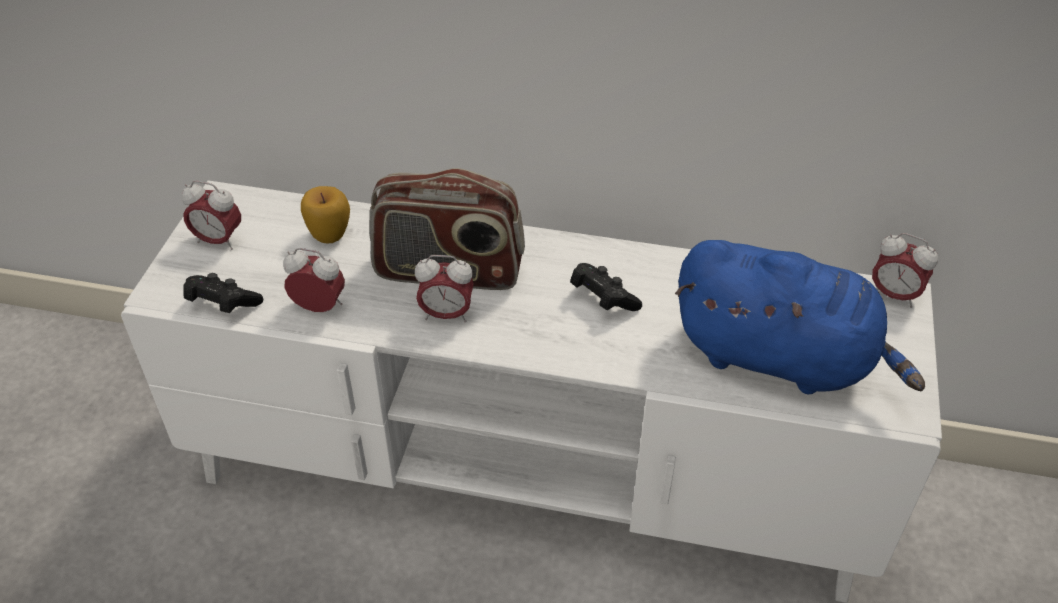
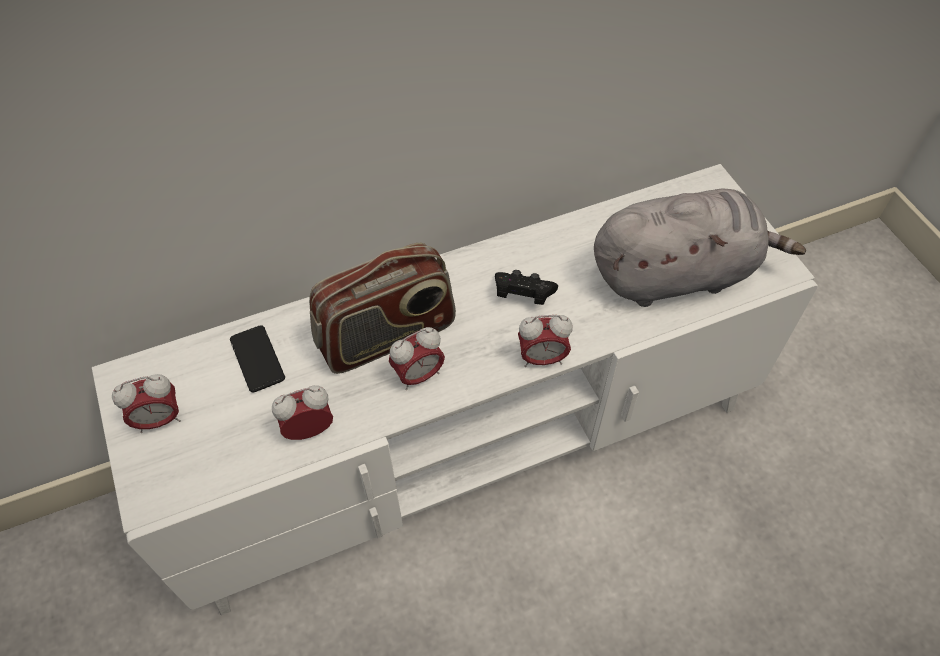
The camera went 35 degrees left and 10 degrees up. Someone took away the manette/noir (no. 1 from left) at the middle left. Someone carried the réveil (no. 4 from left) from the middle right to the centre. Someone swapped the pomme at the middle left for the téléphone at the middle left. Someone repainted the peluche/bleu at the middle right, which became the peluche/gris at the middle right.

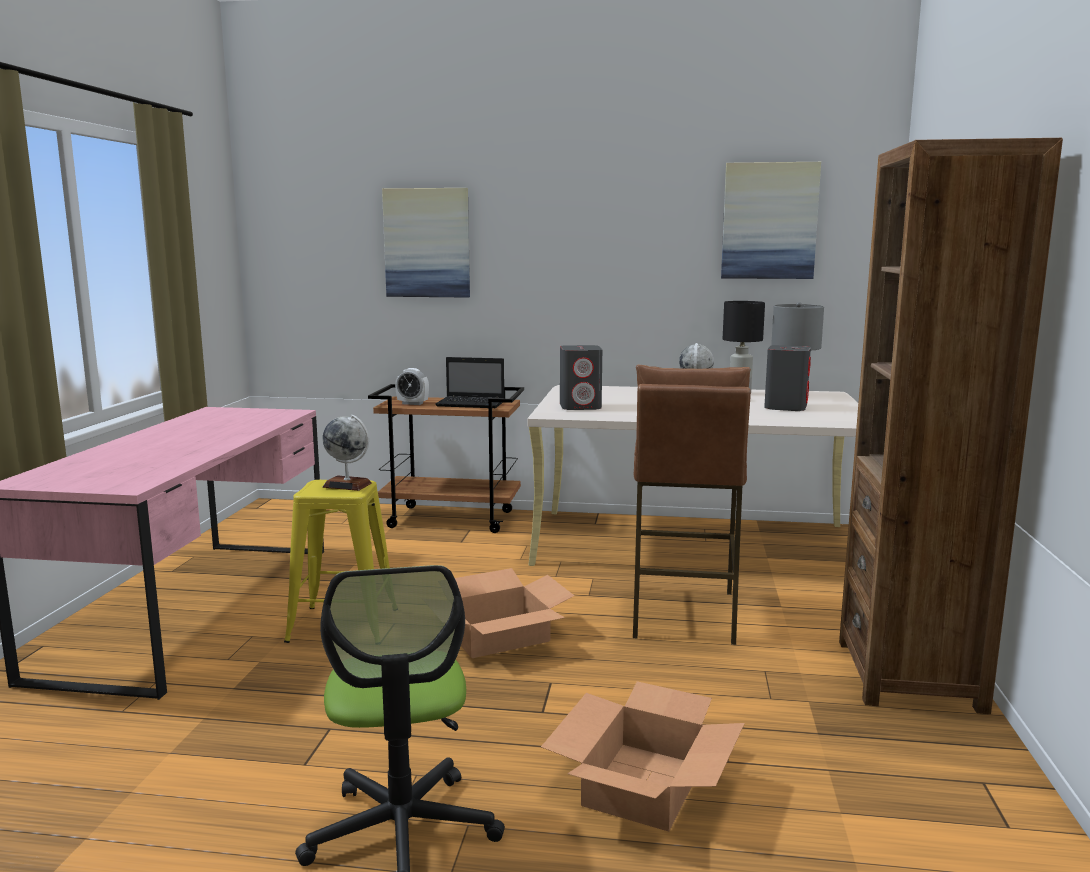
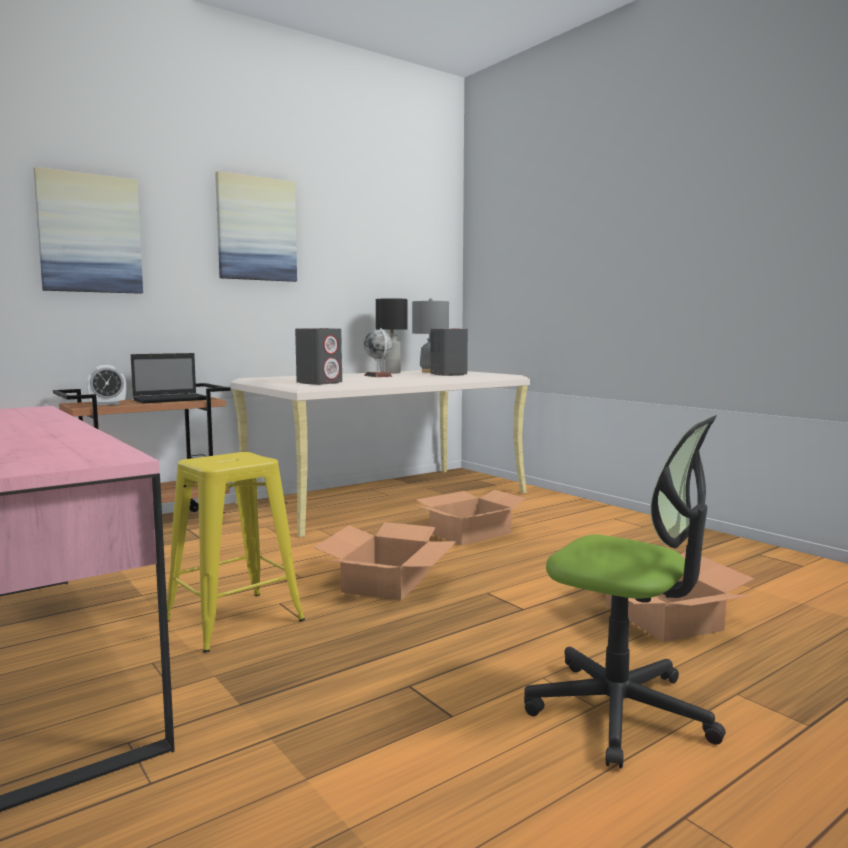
The camera went 45 degrees left and 5 degrees down. Someone took away the globe (no. 1 from left) at the middle left. Someone took away the bibliothèque/marron at the middle right. Someone carried the tableau (no. 2 from left) from the top right to the top left. Someone swapped the tabouret/marron at the centre for the carton (no. 2 from left) at the centre.

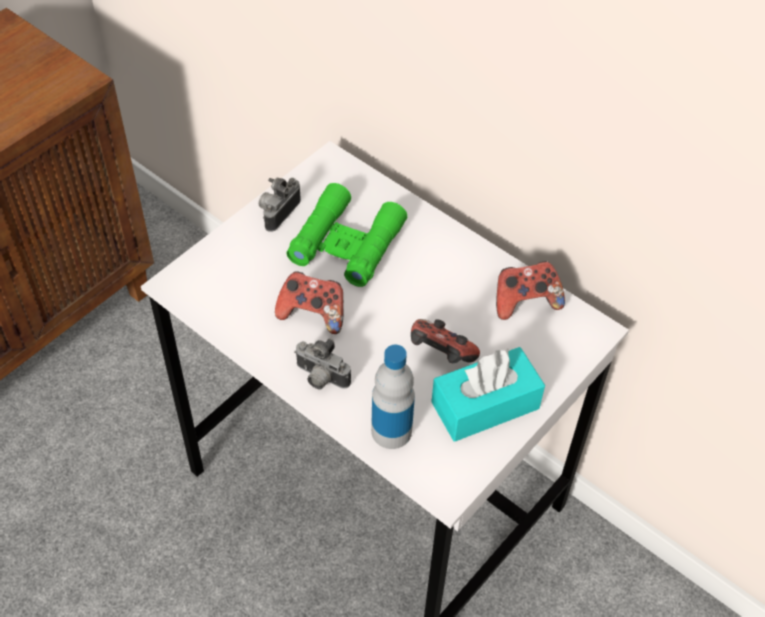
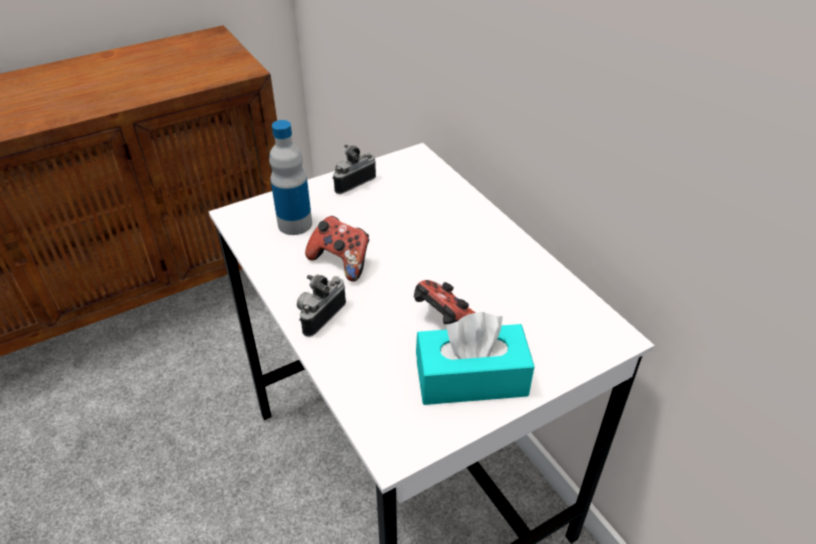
The camera went 20 degrees right and 10 degrees down. Someone took away the jumelles/vert at the centre. Someone took away the manette (no. 3 from left) at the middle right. Someone carried the bouteille from the centre to the top centre. Someone rotated the appareil photo (no. 2 from left in the first image) at the centre by 75 degrees clockwise.

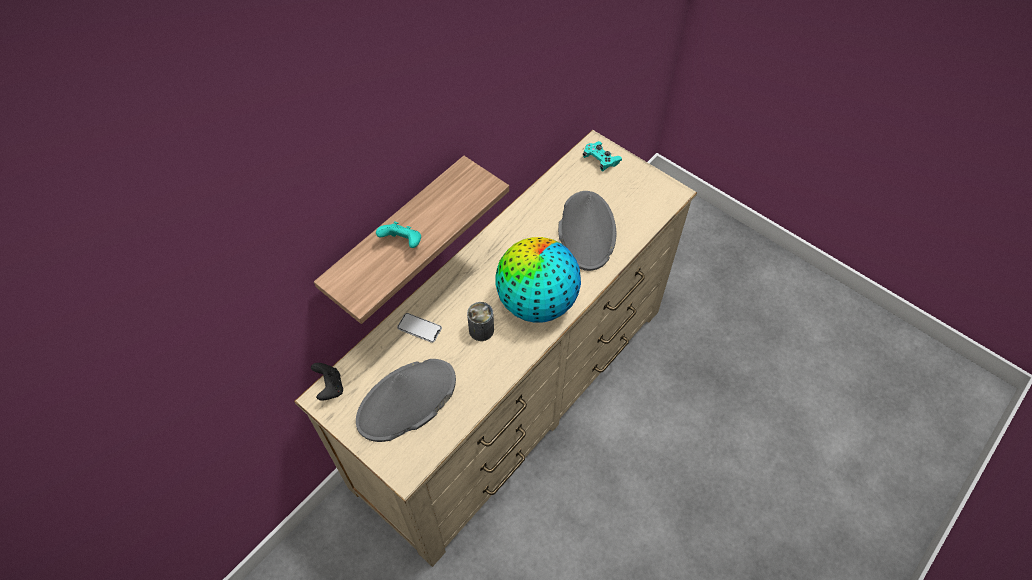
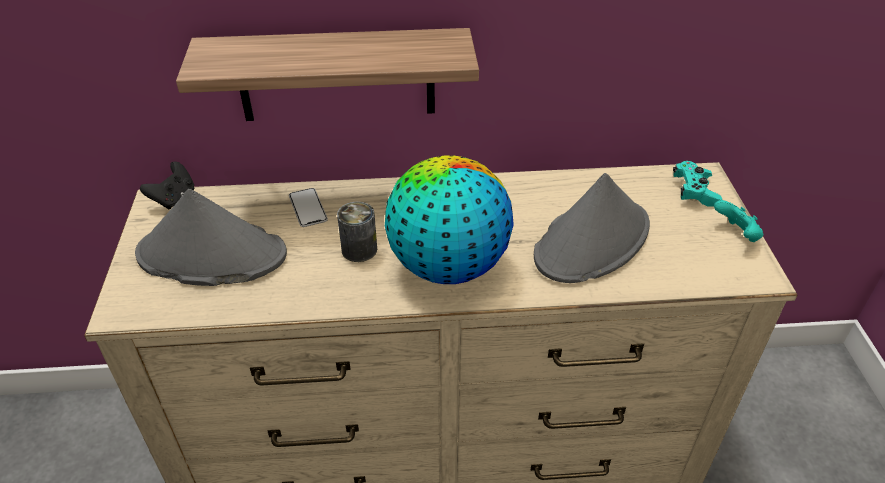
The camera went 45 degrees right and 15 degrees down. Someone carried the manette/turquoise (no. 1 from left in the first image) from the centre to the middle right.

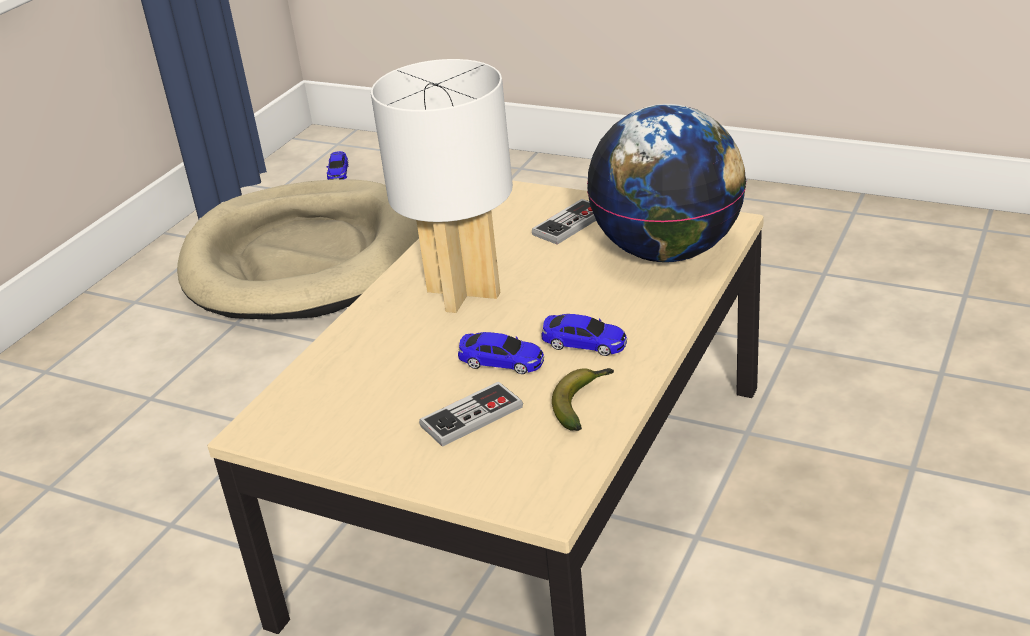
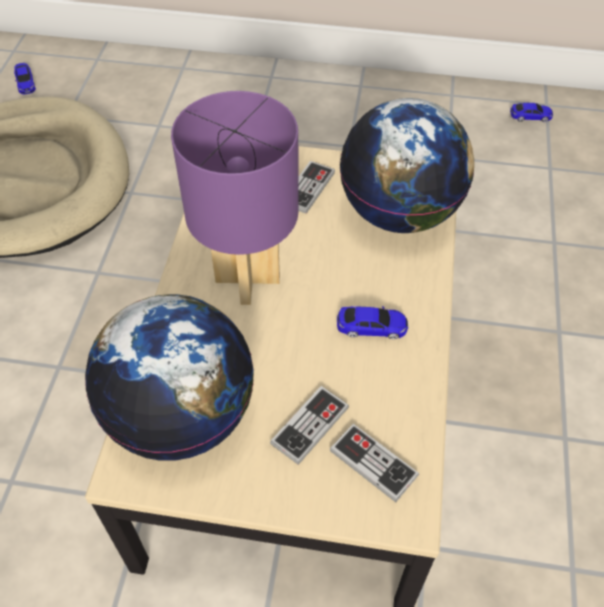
The camera went 20 degrees left and 20 degrees up. Someone took away the banane at the centre. Someone put down the globe (no. 1 from left) at the middle left. Someone put down the manette (no. 3 from left) at the bottom centre. Someone carried the petite voiture (no. 2 from left in the first image) from the centre to the top right. Someone repainted the lampe de table/blanc at the top centre, which became the lampe de table/violet at the top centre.

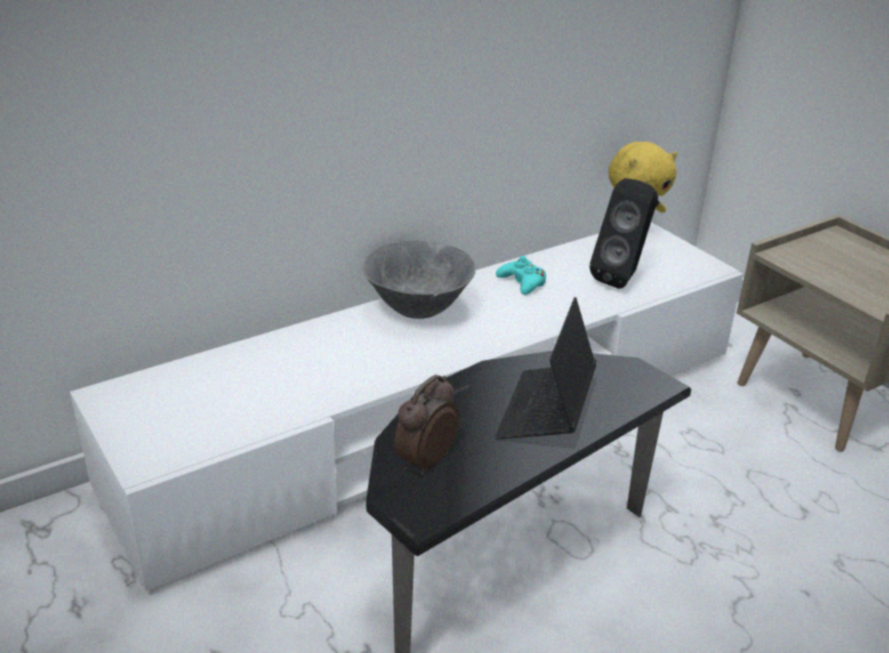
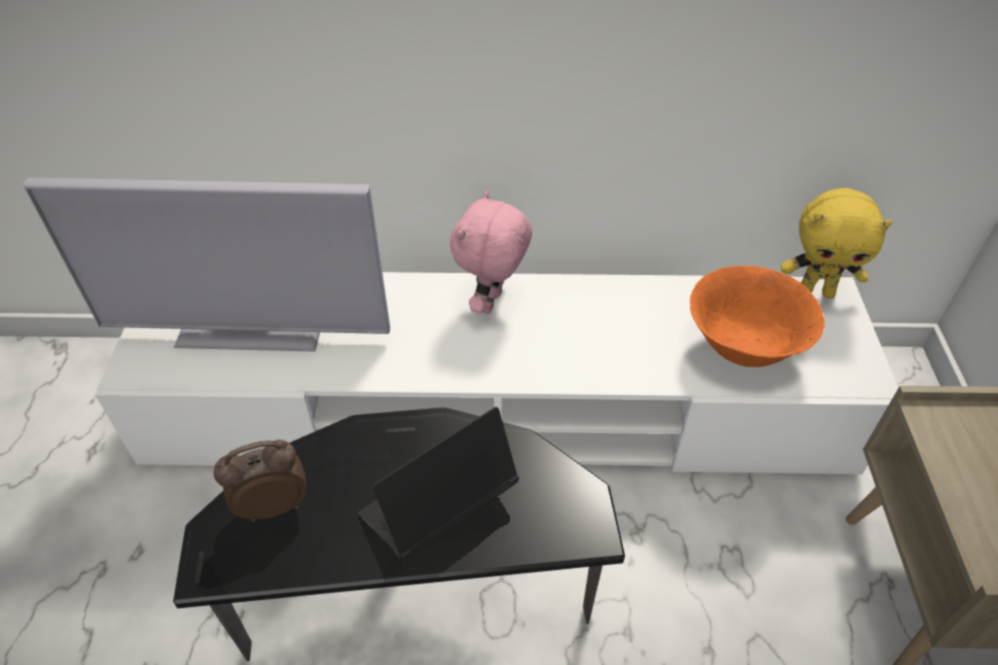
The camera went 35 degrees right and 15 degrees up. Someone took away the manette/turquoise at the centre. Someone put down the téléviseur at the middle left. Someone swapped the bol/gris at the centre for the peluche/rose at the centre. Someone swapped the enceinte/noir at the middle right for the bol/orange at the middle right.

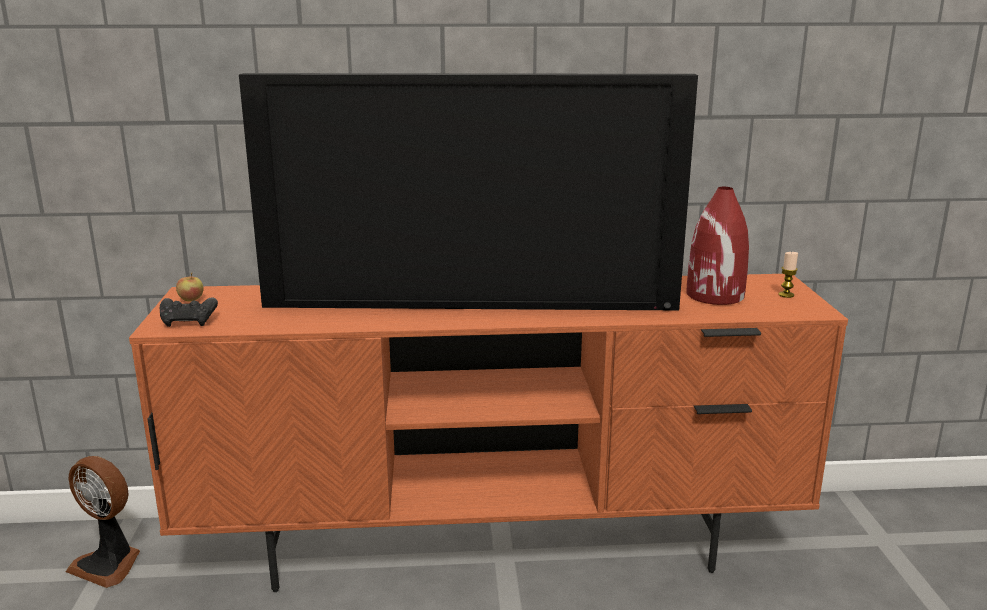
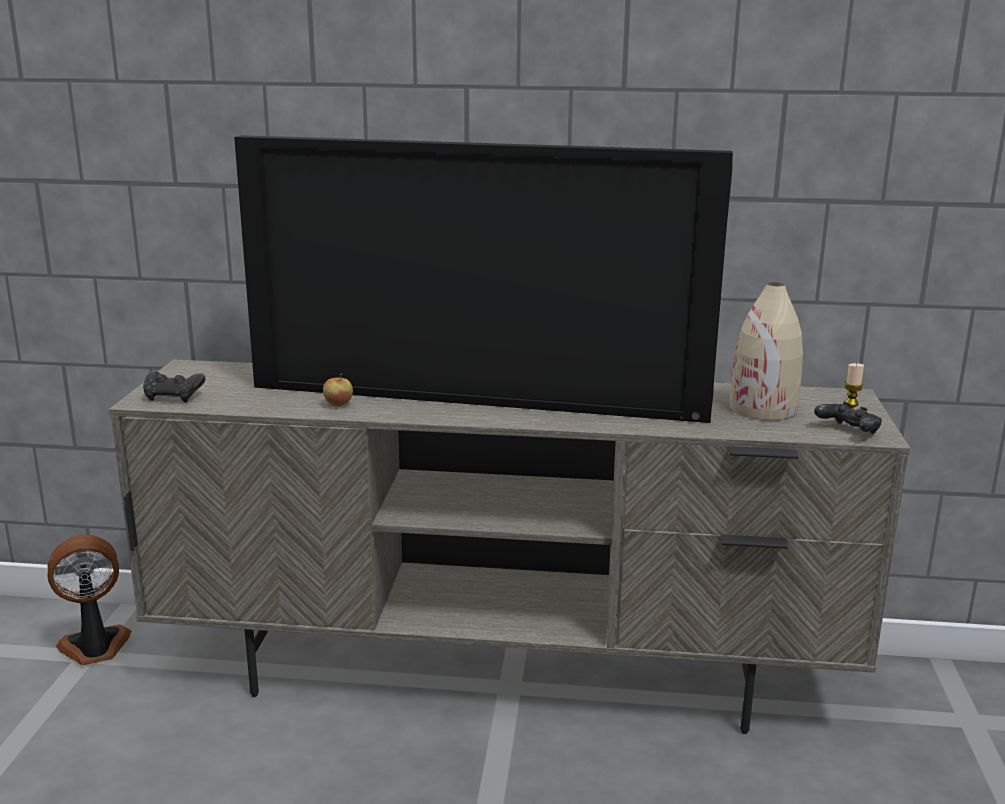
The camera went 10 degrees right and 0 degrees up. Someone put down the manette/noir (no. 2 from left) at the middle right. Someone carried the pomme from the middle left to the centre. Someone repainted the meuble télé/orange at the bottom centre, which became the meuble télé/beige at the bottom centre. Someone repainted the vase/rouge at the middle right, which became the vase/beige at the middle right. Someone rotated the ventilateur at the bottom left by 120 degrees clockwise.

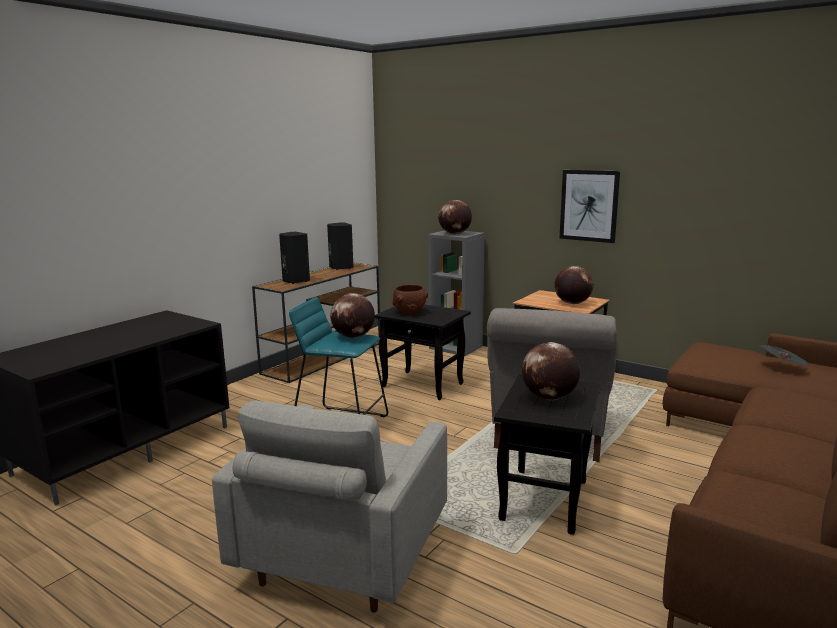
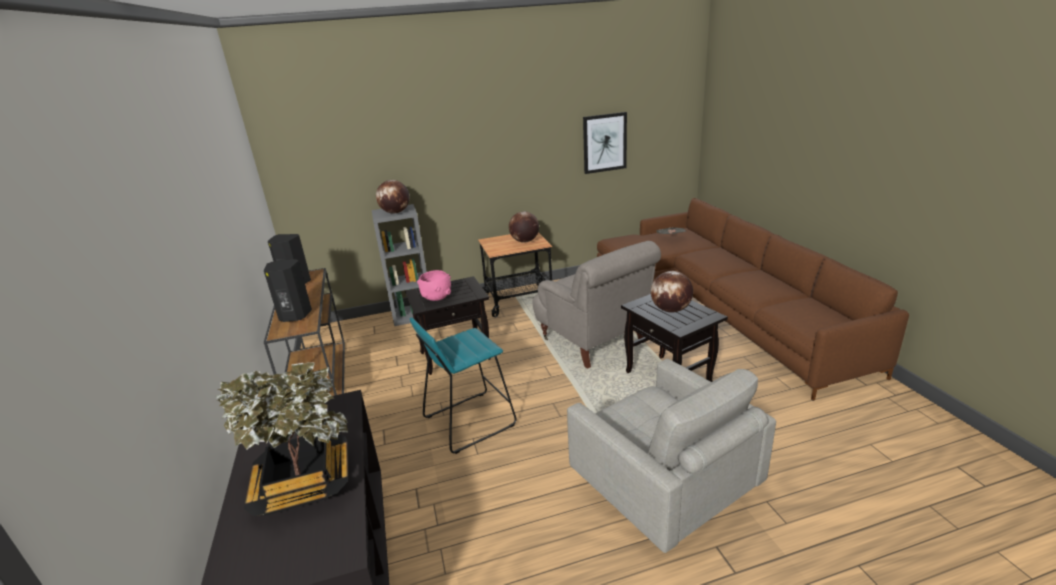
The camera went 50 degrees left and 10 degrees up. Someone took away the globe (no. 1 from left) at the centre. Someone put down the plante en pot at the bottom left. Someone carried the tableau from the top right to the top centre. Someone repainted the bol/marron at the centre, which became the bol/rose at the centre.

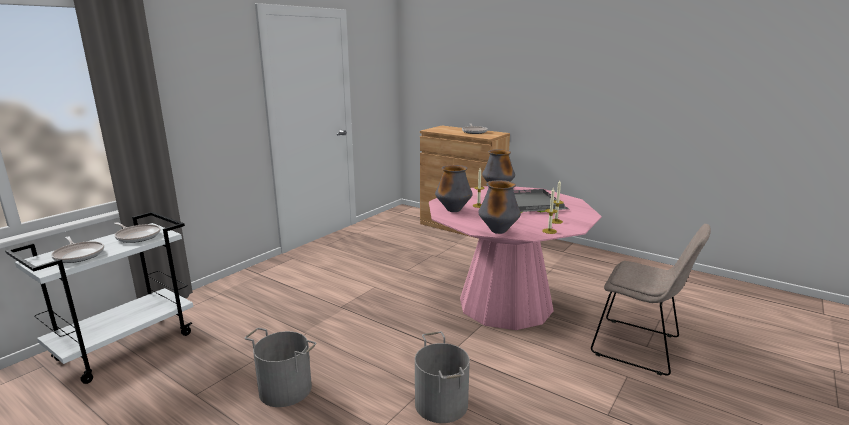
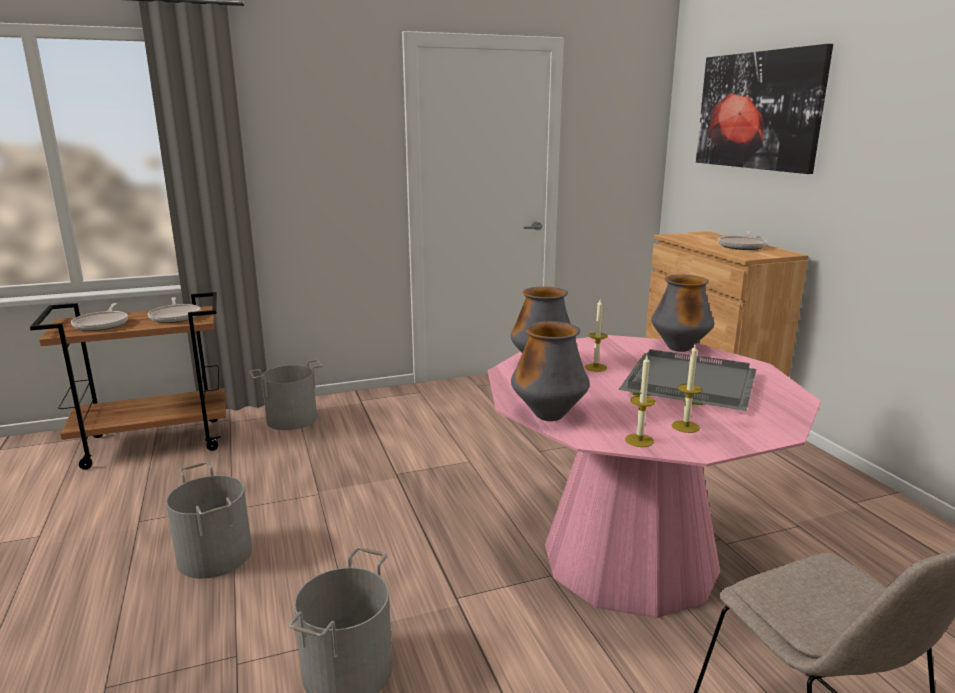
The camera went 35 degrees right and 0 degrees up. Someone put down the seau/gris (no. 2 from left) at the middle left. Someone put up the tableau at the top right. Someone repainted the chariot/blanc at the bottom left, which became the chariot/marron at the middle left.

